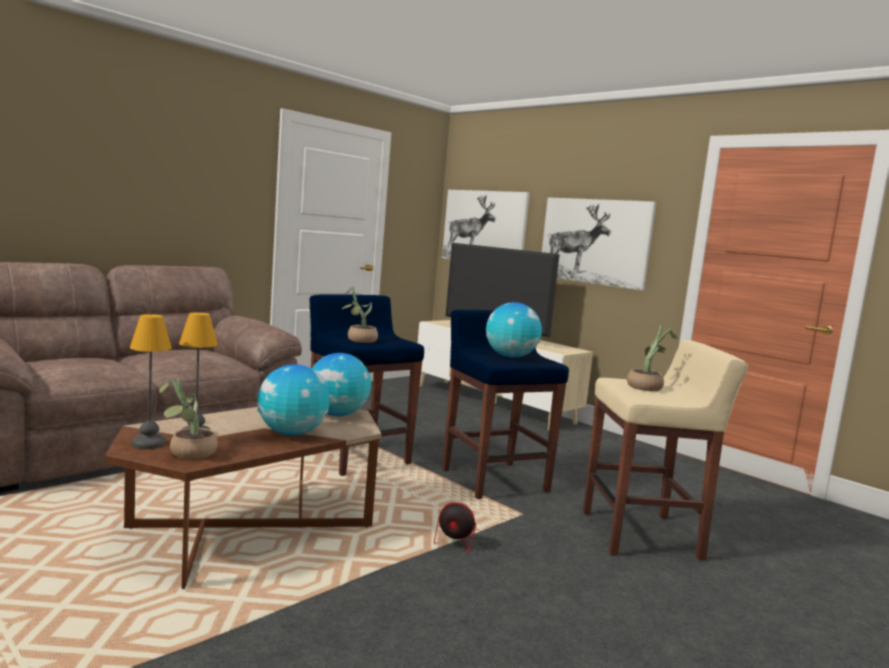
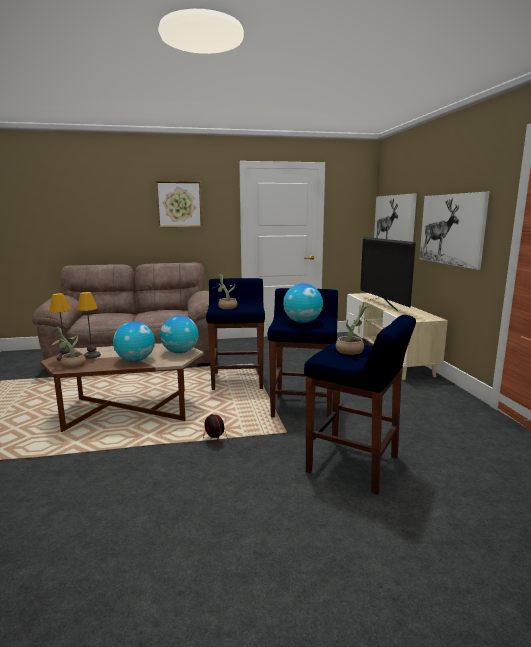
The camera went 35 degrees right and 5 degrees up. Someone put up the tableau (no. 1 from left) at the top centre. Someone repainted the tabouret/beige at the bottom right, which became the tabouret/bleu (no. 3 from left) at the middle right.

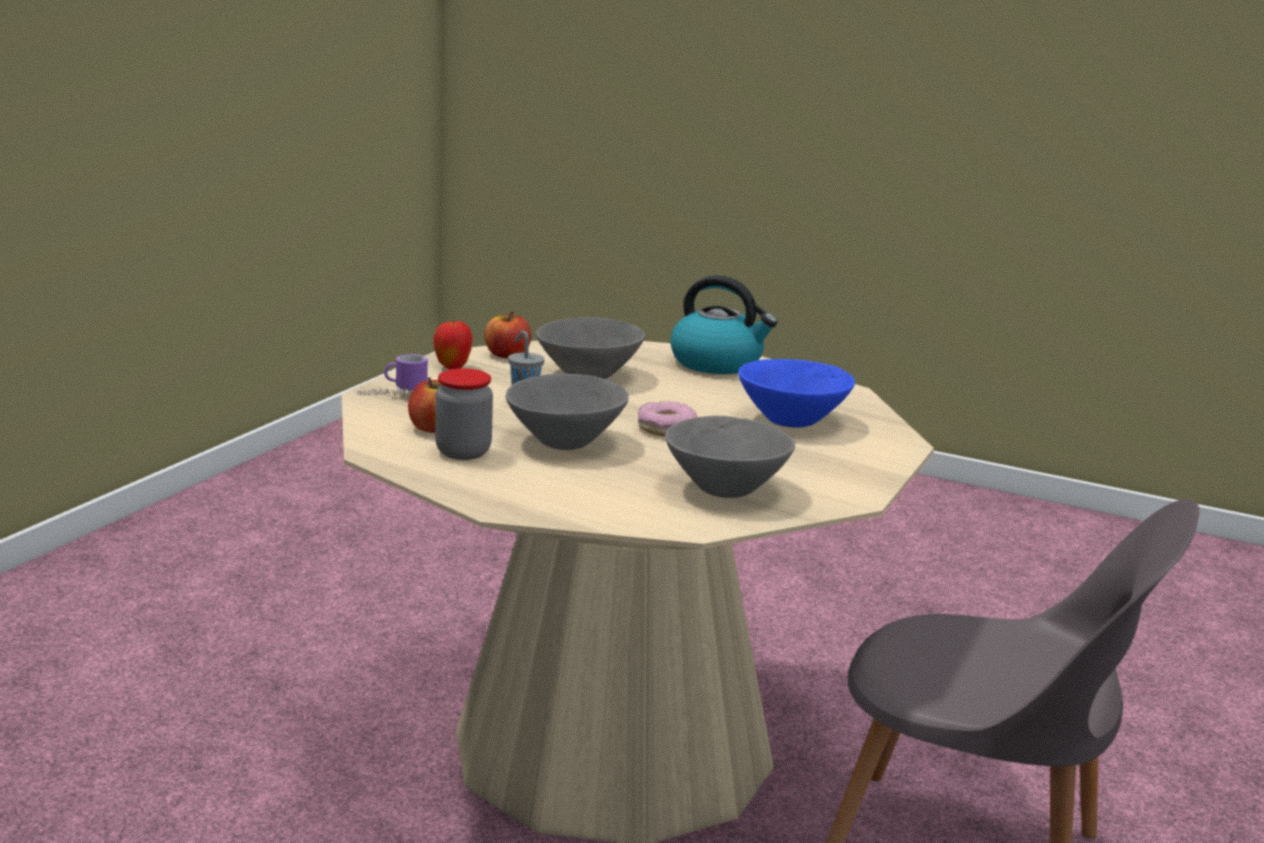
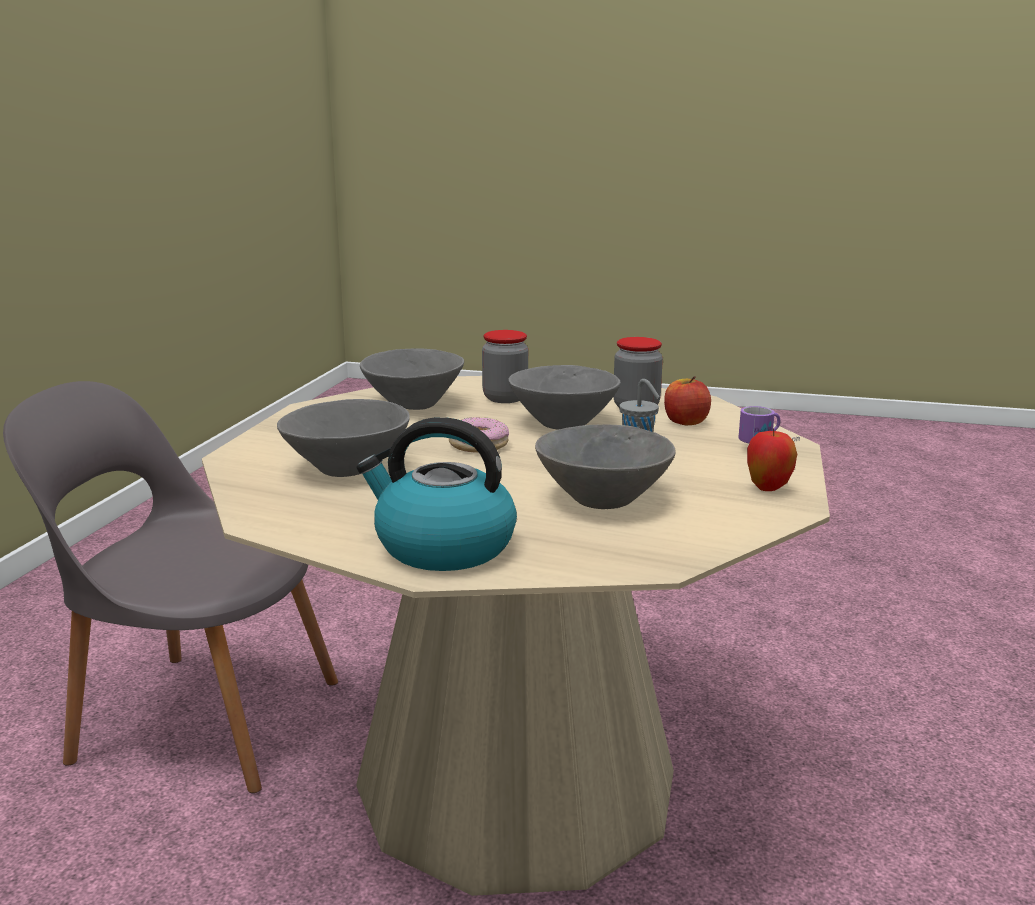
The camera went 170 degrees right and 0 degrees up. Someone took away the pomme (no. 3 from left) at the centre. Someone put down the bocal (no. 1 from left) at the centre. Someone repainted the bol/bleu at the centre, which became the bol/gris (no. 1 from left) at the middle left.

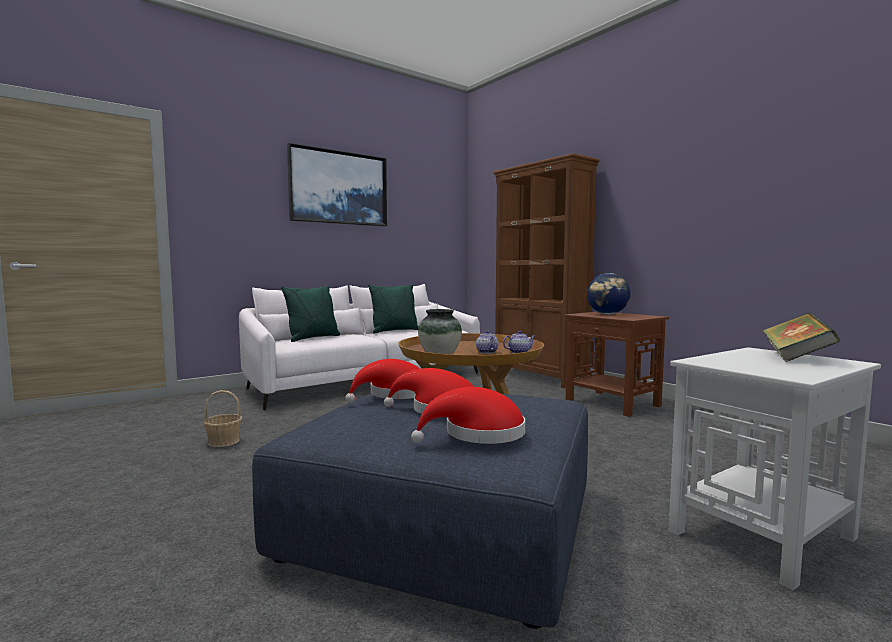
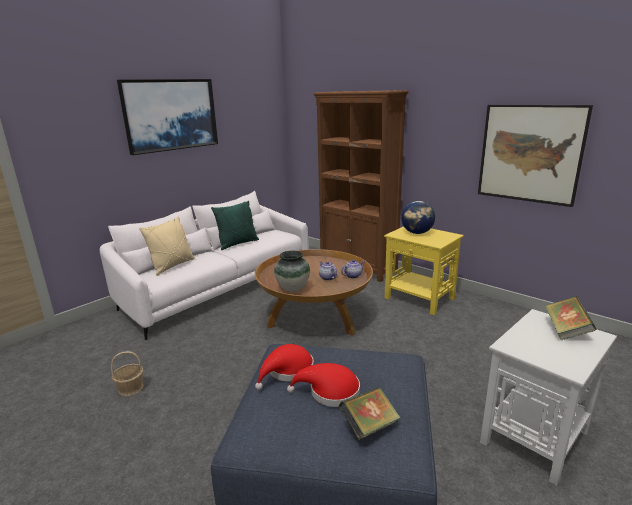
The camera went 10 degrees left and 15 degrees up. Someone put up the tableau (no. 2 from left) at the top right. Someone swapped the chapeau/rouge (no. 3 from left) at the centre for the livre (no. 1 from left) at the bottom centre. Someone repainted the coussin/vert (no. 1 from left) at the centre, which became the coussin/beige at the middle left. Someone repainted the table d'appoint/marron at the middle right, which became the table d'appoint/jaune at the middle right.

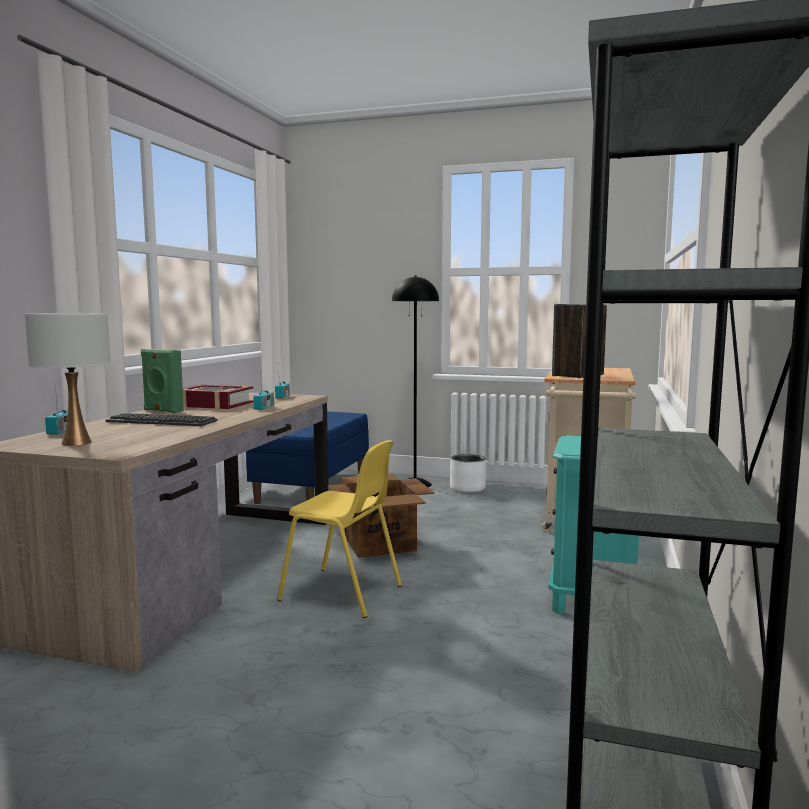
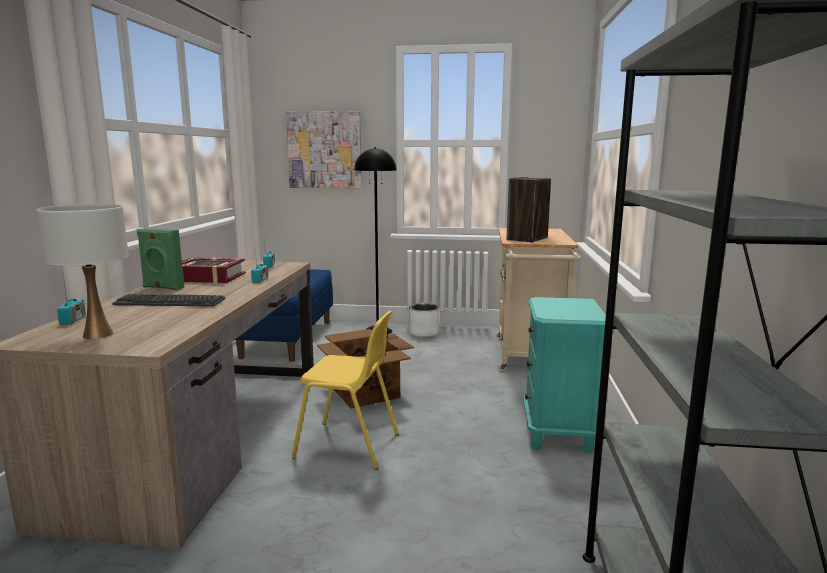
The camera went 10 degrees left and 5 degrees up. Someone put up the tableau at the top centre.

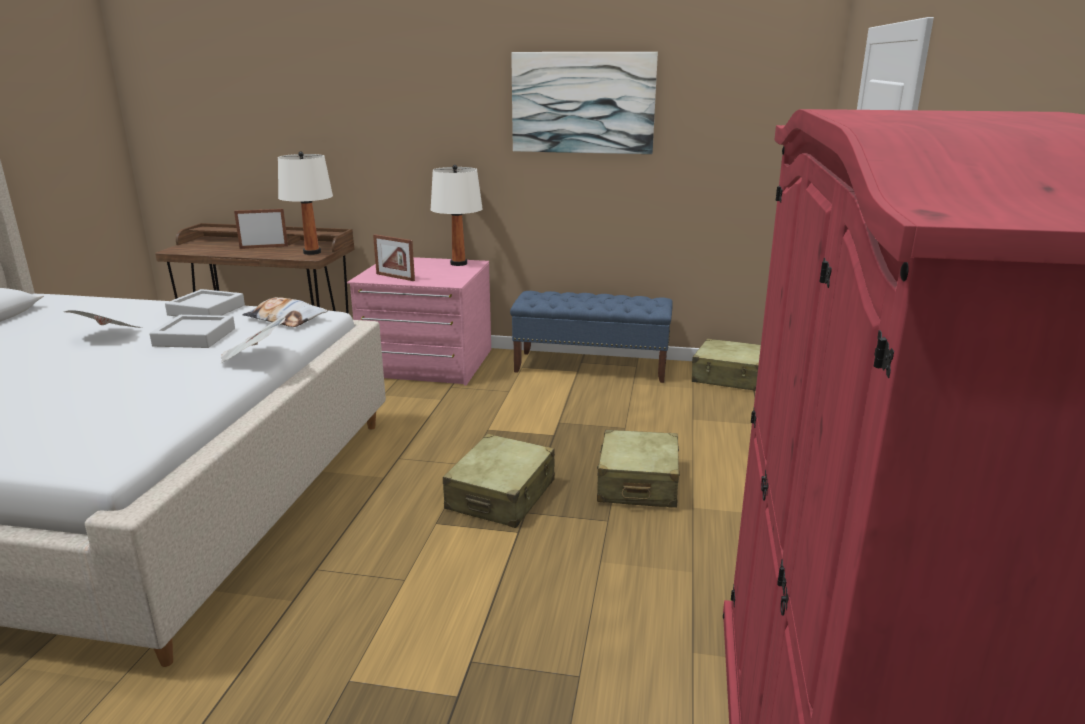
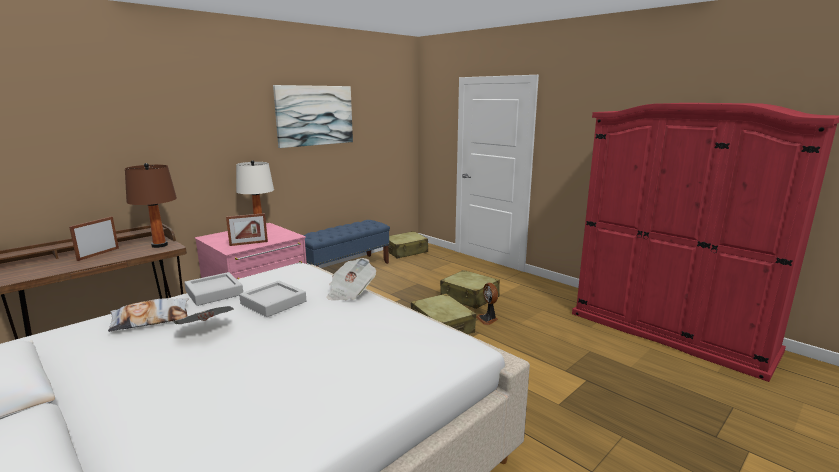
The camera went 55 degrees left and 5 degrees down. Someone put down the ventilateur at the centre. Someone carried the coussin from the middle left to the bottom left. Someone repainted the lampe de table/blanc (no. 1 from left) at the top left, which became the lampe de table/marron at the middle left.

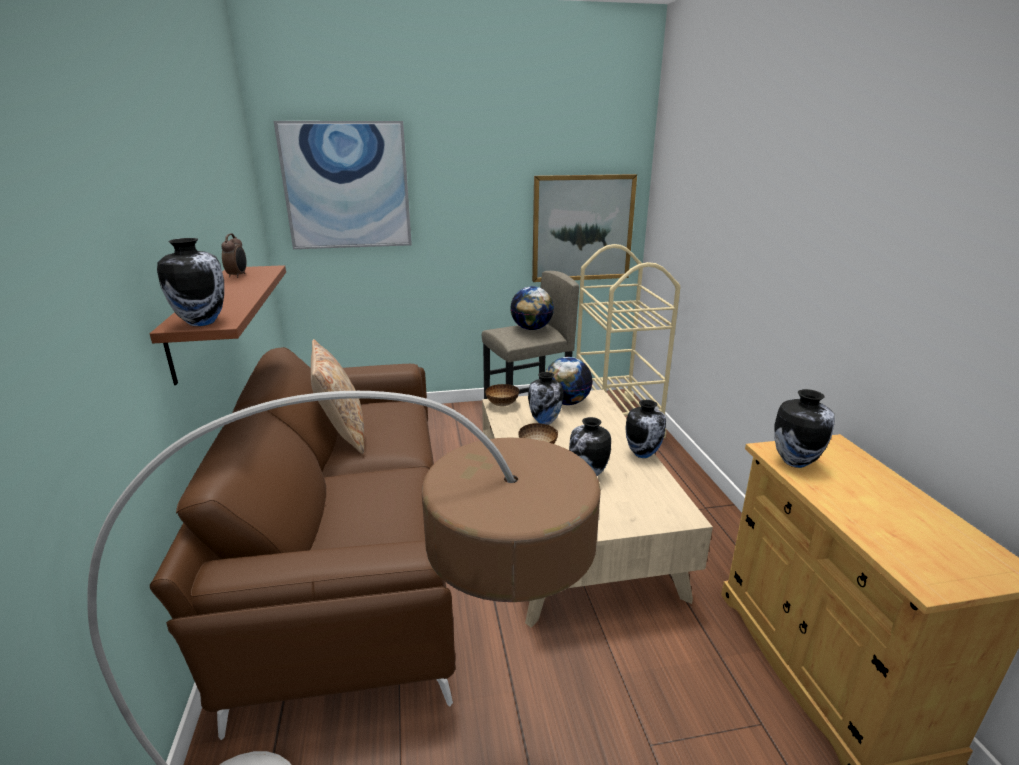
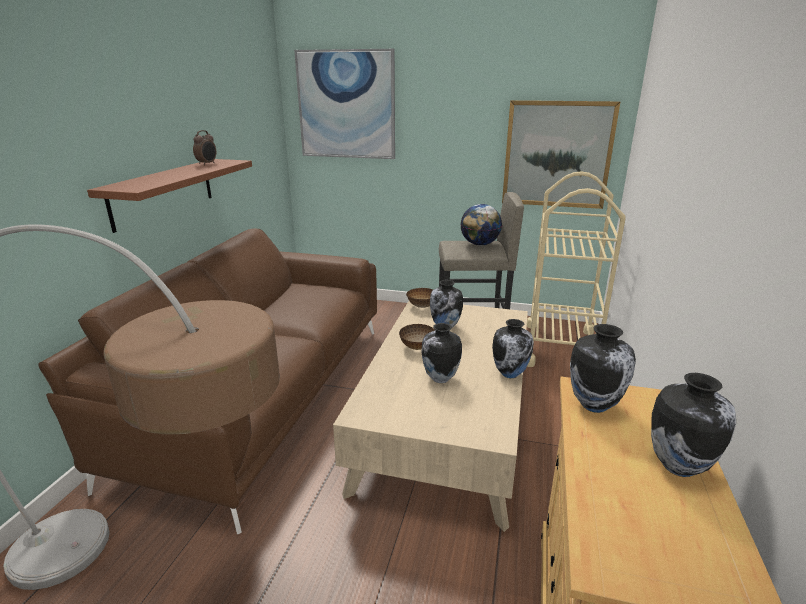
The camera went 25 degrees right and 0 degrees up. Someone took away the coussin/beige at the middle left. Someone took away the globe (no. 2 from left) at the centre. Someone carried the vase (no. 1 from left in the first image) from the middle left to the bottom right.

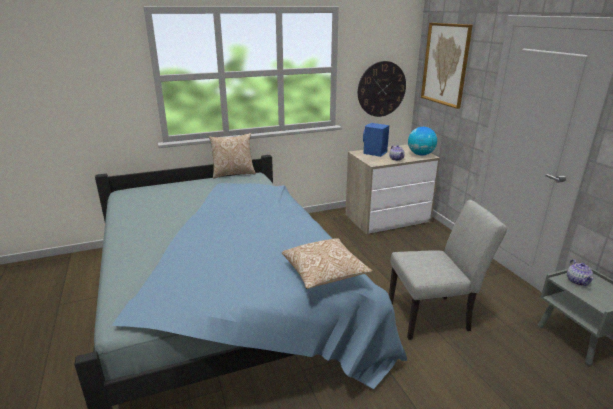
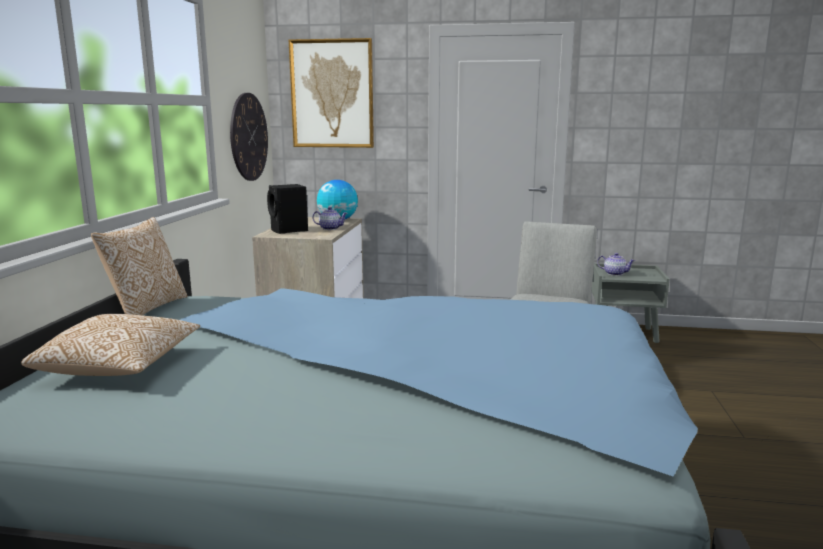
The camera went 60 degrees left and 10 degrees down. Someone carried the coussin (no. 2 from left in the first image) from the centre to the middle left. Someone repainted the enceinte/bleu at the centre, which became the enceinte/noir at the centre.

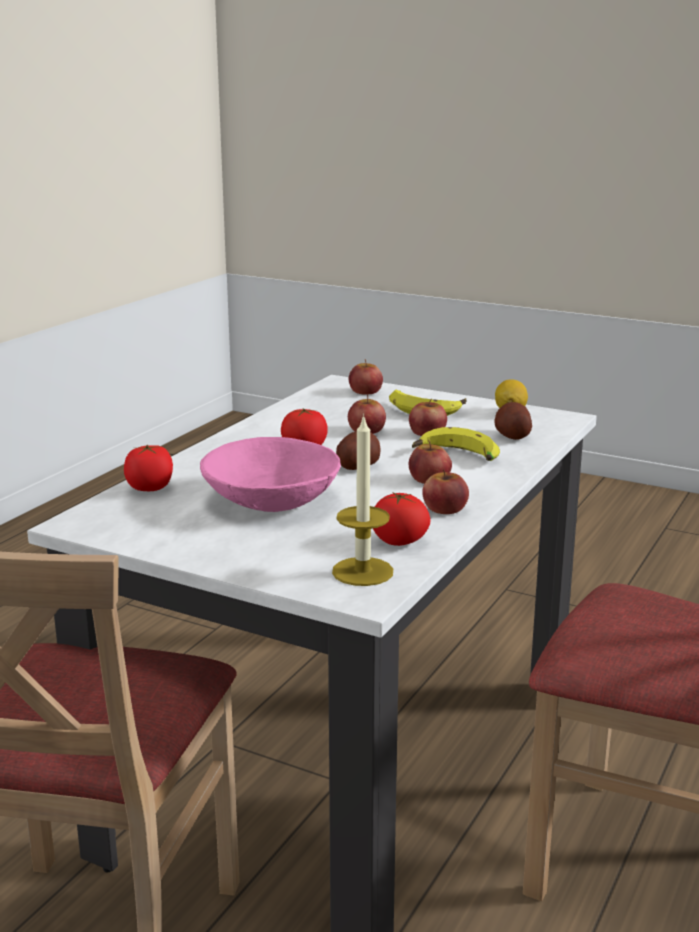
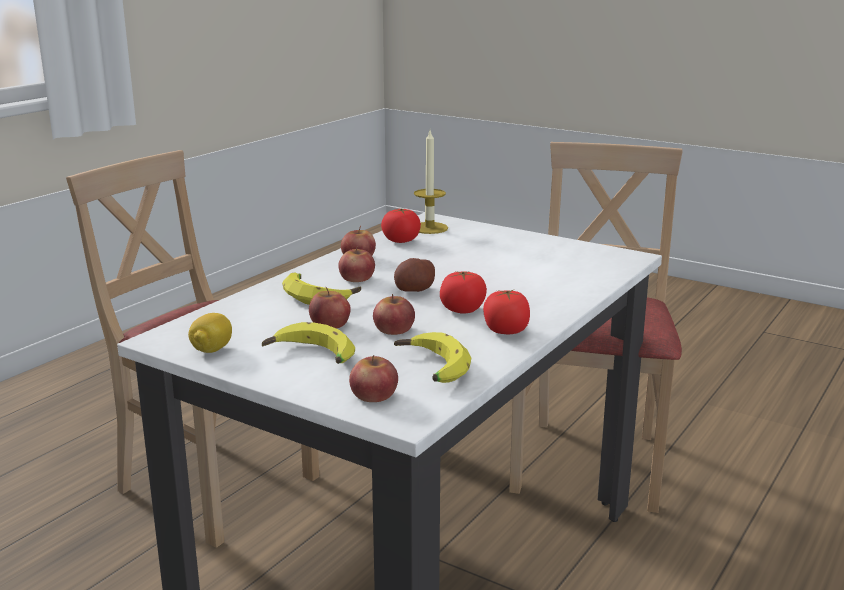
The camera went 175 degrees left and 0 degrees up. Someone took away the bol/rose at the centre. Someone took away the pomme de terre (no. 2 from left) at the middle right. Someone put down the banane (no. 3 from left) at the centre. Someone carried the tomate (no. 1 from left in the first image) from the middle left to the centre.

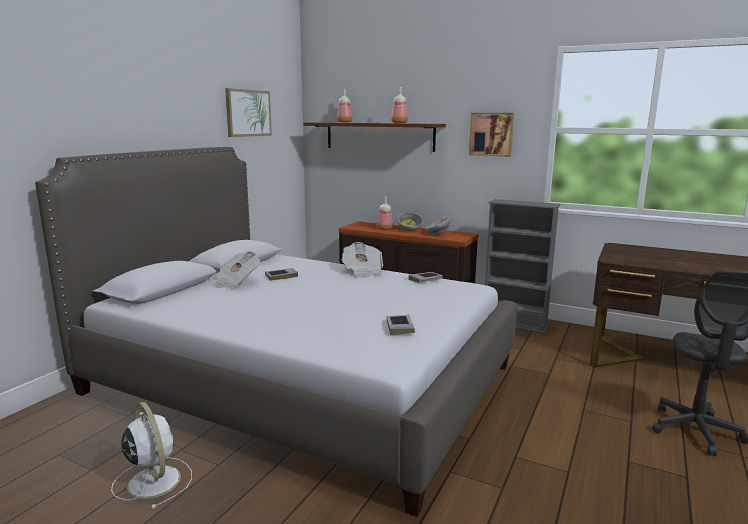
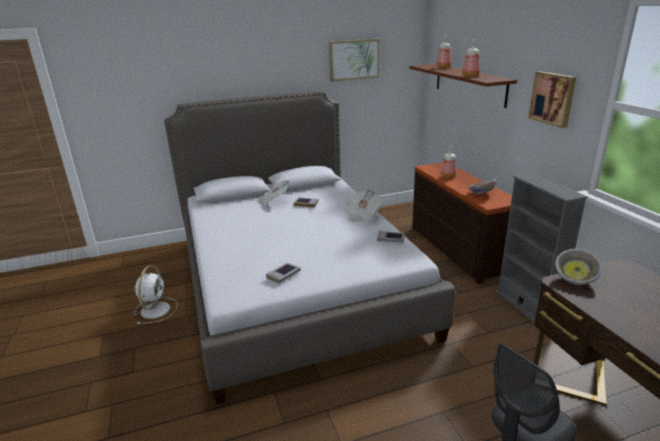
The camera went 45 degrees right and 10 degrees up. Someone carried the bol (no. 1 from left in the first image) from the centre to the middle right.

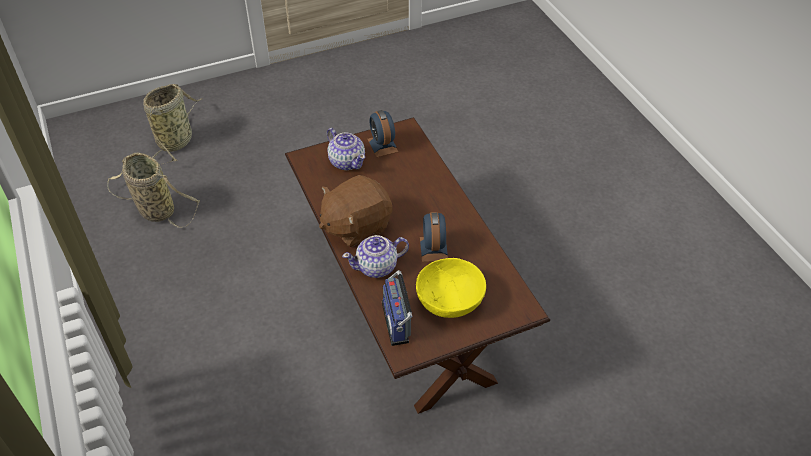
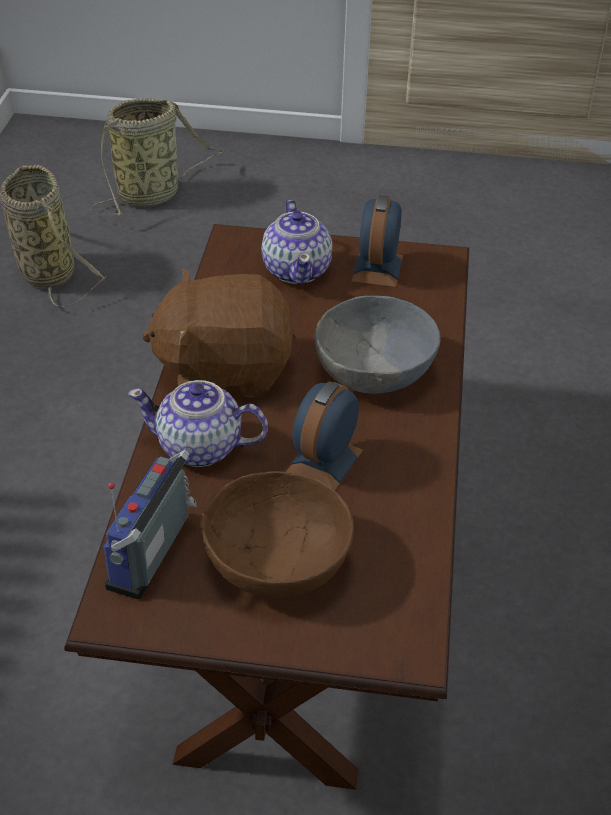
The camera went 30 degrees right and 5 degrees down. Someone put down the bol/gris at the centre. Someone repainted the bol/jaune at the centre, which became the bol/marron at the centre.

